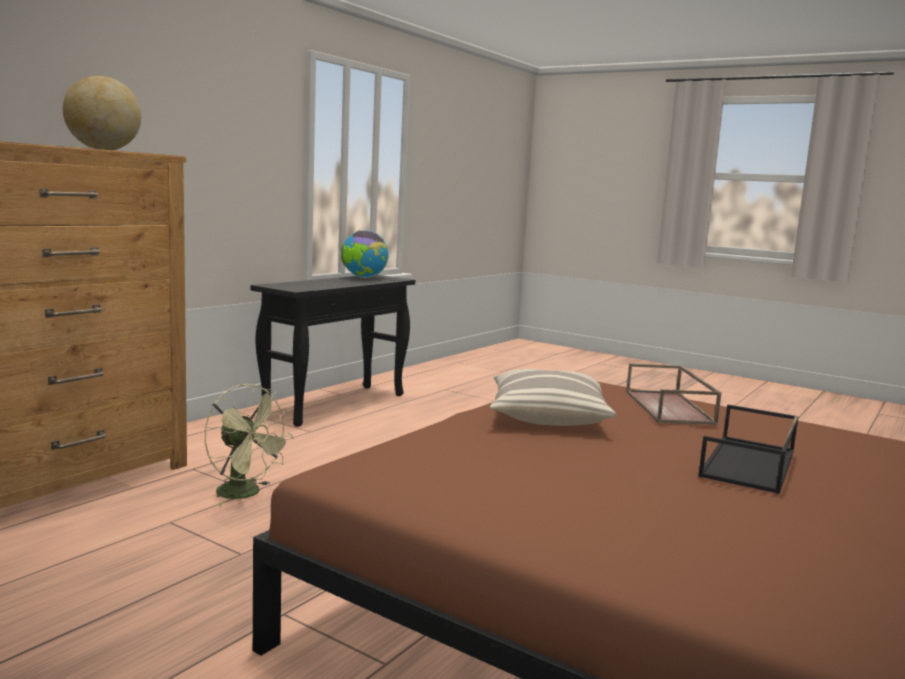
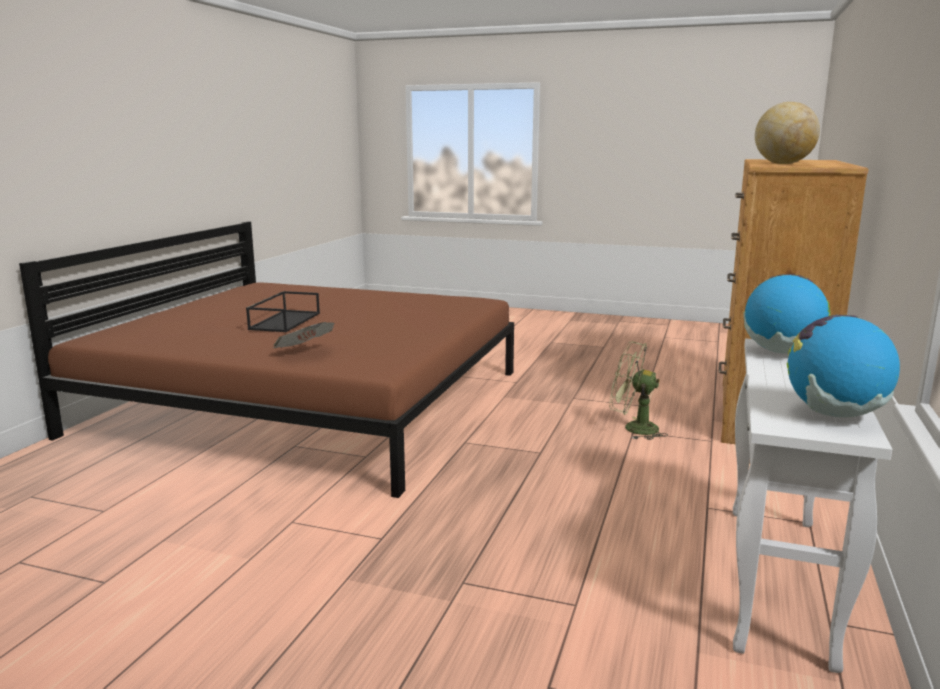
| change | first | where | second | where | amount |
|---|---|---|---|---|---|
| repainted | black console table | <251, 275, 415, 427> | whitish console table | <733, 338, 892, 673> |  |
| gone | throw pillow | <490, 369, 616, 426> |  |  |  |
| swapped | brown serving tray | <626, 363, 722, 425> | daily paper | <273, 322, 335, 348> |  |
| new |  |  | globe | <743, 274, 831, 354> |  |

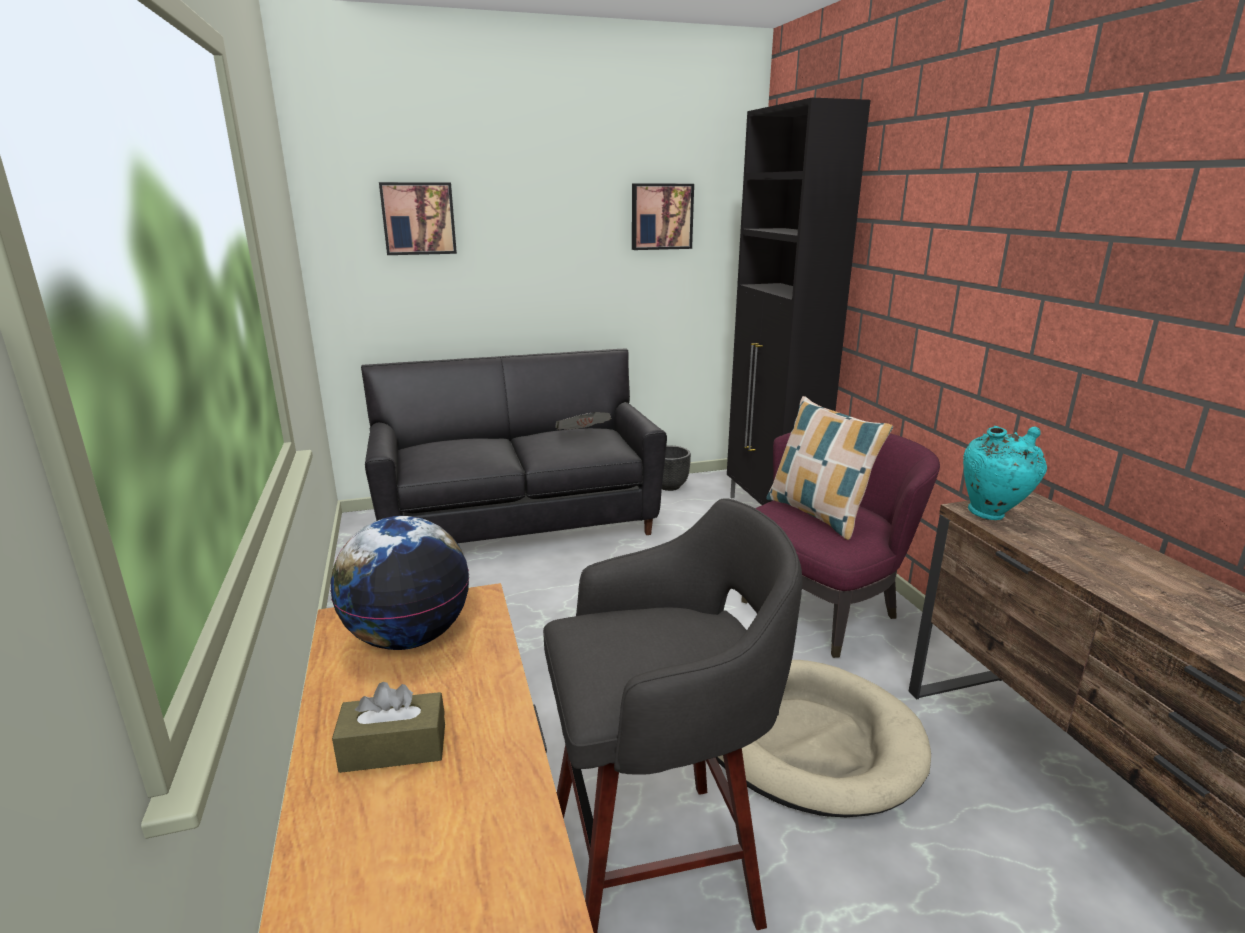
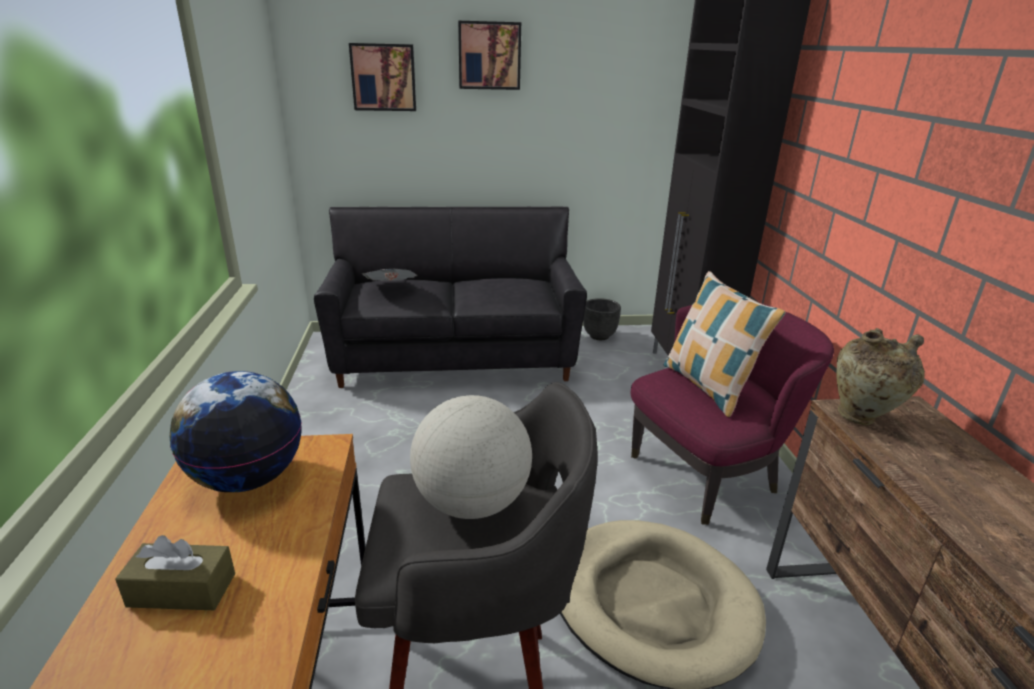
| change | first | where | second | where | amount |
|---|---|---|---|---|---|
| shifted | daily paper | <555, 412, 611, 430> |  | <362, 269, 418, 281> |  |
| shifted | wall art | <632, 184, 694, 250> |  | <458, 21, 521, 90> |  |
| repainted | turquoise decorative vase | <963, 426, 1047, 520> | beige-coloured decorative vase | <836, 328, 925, 425> |  |
| new |  |  | globe | <410, 395, 532, 519> |  |

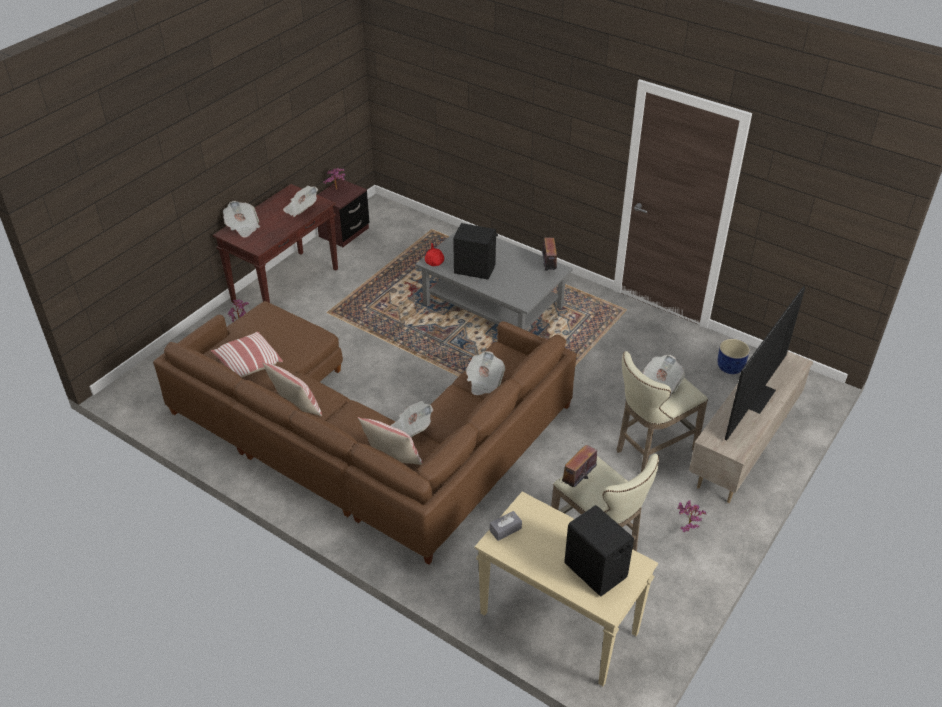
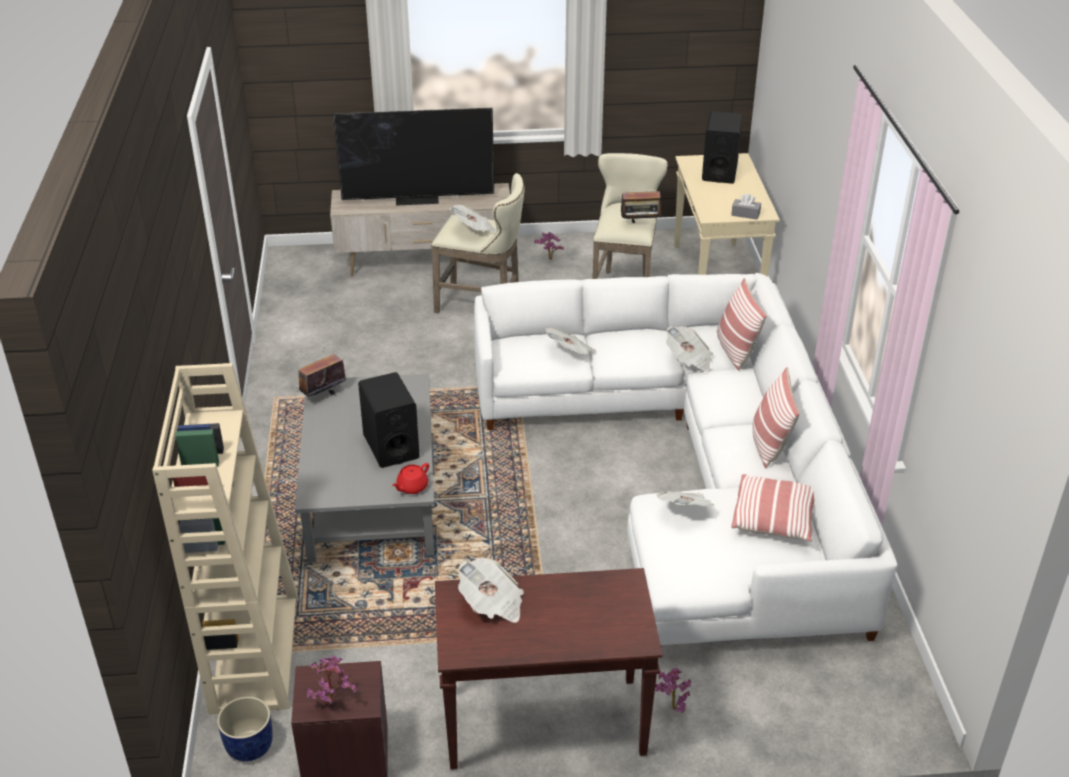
| change | first | where | second | where | amount |
|---|---|---|---|---|---|
| repainted | brown sofa | <153, 301, 577, 565> | whitish sofa | <474, 273, 897, 646> |  |
| shifted | daily paper | <223, 201, 260, 238> |  | <656, 491, 714, 506> |  |
| shifted | blue planter | <718, 339, 750, 374> |  | <217, 697, 273, 762> |  |
| new |  |  | beige-coloured shelving unit | <152, 363, 299, 715> |  |

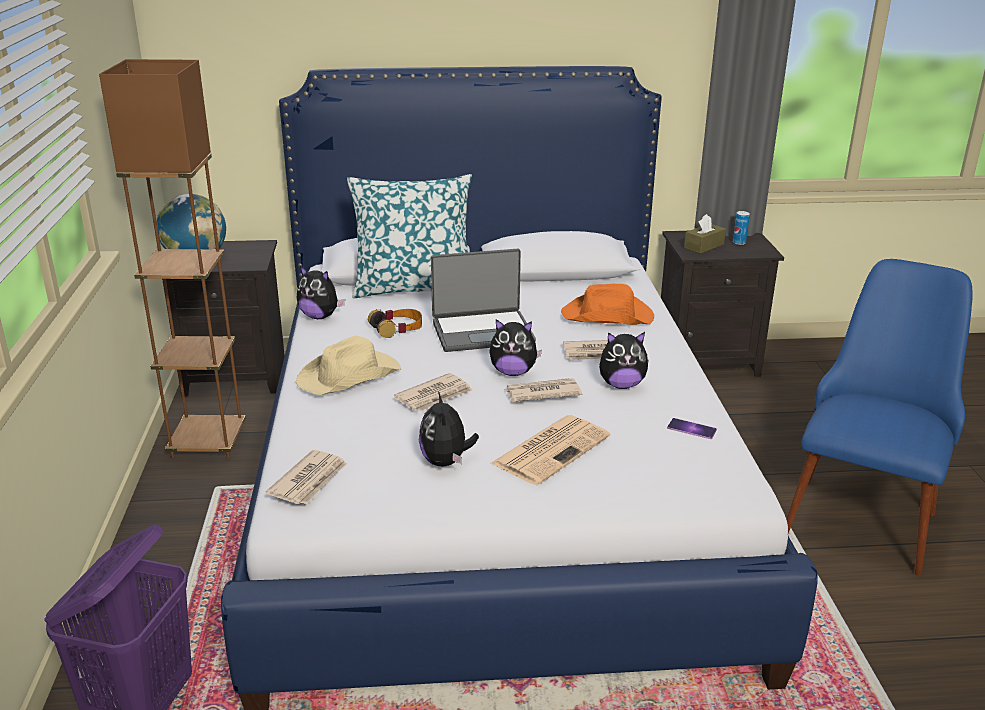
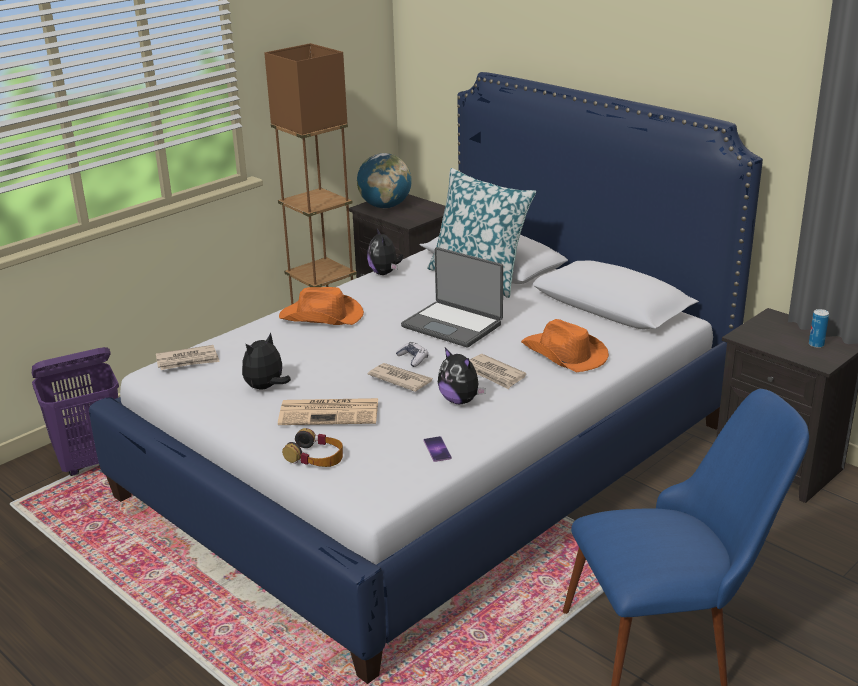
| change | first | where | second | where | amount |
|---|---|---|---|---|---|
| repainted | beige-coloured hat | <296, 336, 401, 395> | orange-coloured hat | <279, 287, 364, 325> |  |
| shifted | headphones | <368, 309, 422, 338> |  | <282, 428, 343, 467> |  |
| gone | daily paper | <394, 373, 472, 412> |  |  |  |
| swapped | soft toy | <489, 319, 542, 376> | game controller | <396, 342, 428, 367> |  |
| gone | brown tissue box | <684, 214, 726, 254> |  |  |  |

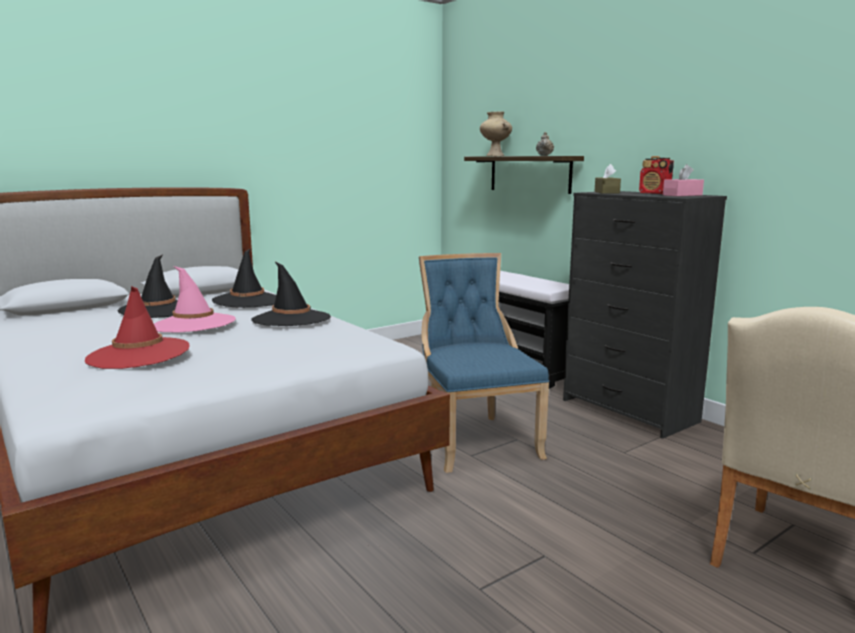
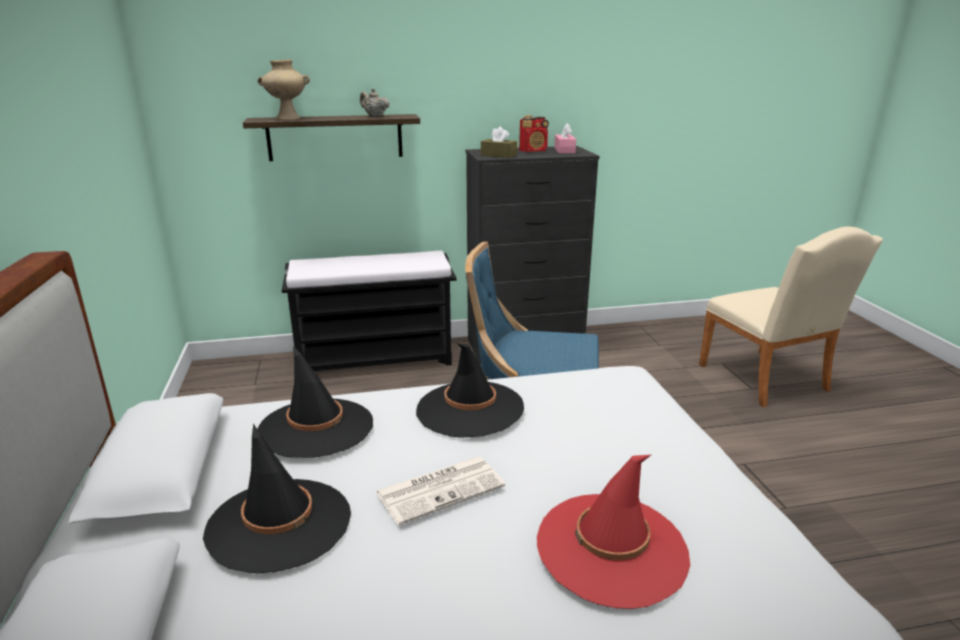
| change | first | where | second | where | amount |
|---|---|---|---|---|---|
| swapped | pink hat | <154, 266, 236, 333> | daily paper | <376, 457, 505, 525> |  |

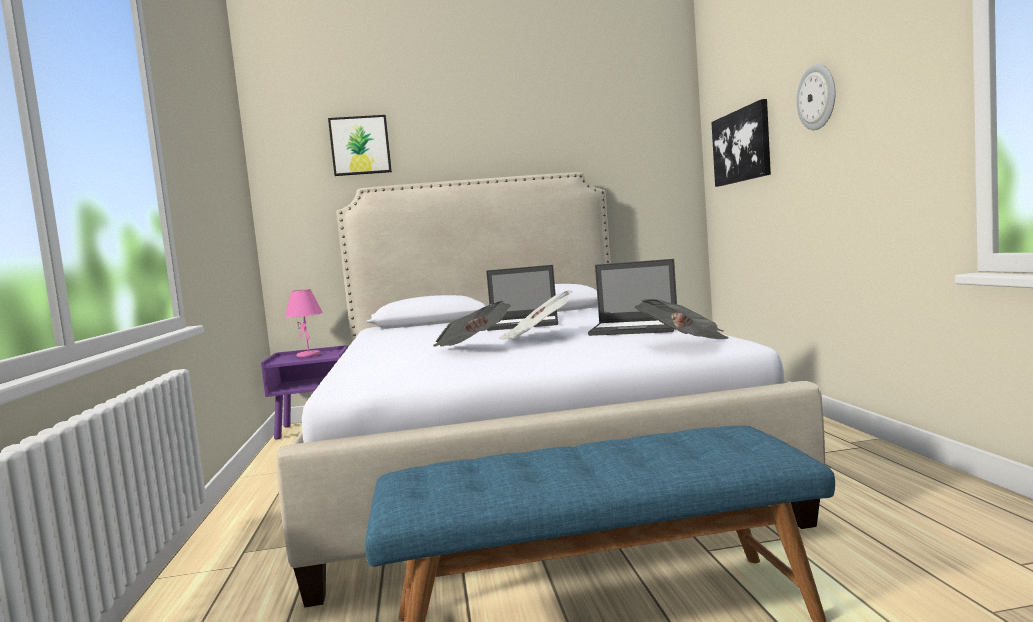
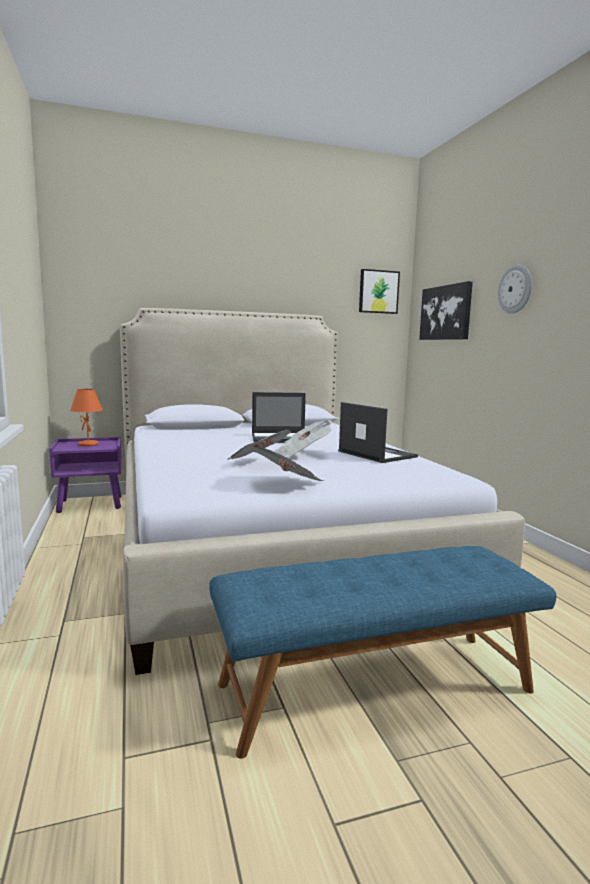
| change | first | where | second | where | amount |
|---|---|---|---|---|---|
| repainted | pink table lamp | <285, 289, 323, 358> | orange-coloured table lamp | <70, 389, 103, 446> |  |
| shifted | wall art | <328, 115, 392, 176> |  | <359, 269, 400, 314> |  |
| rotated | notebook computer | <588, 259, 677, 336> |  | <338, 402, 418, 463> | 135 degrees counterclockwise |
| shifted | daily paper | <635, 299, 729, 339> |  | <251, 447, 323, 481> |  |

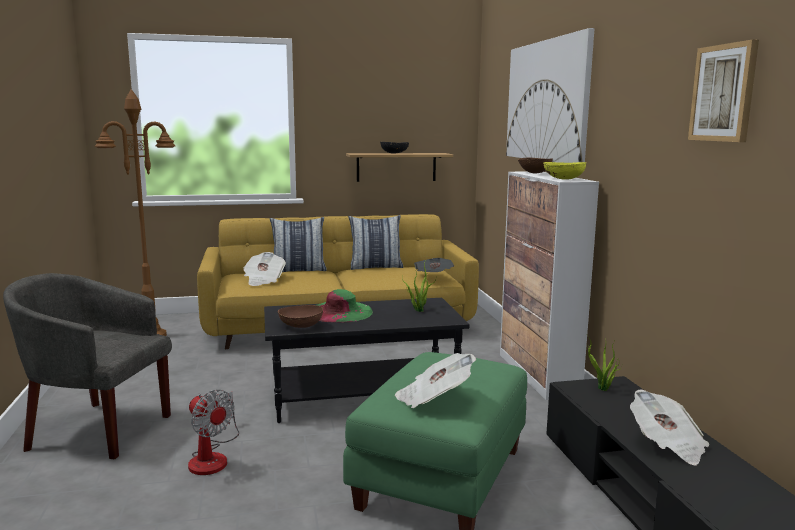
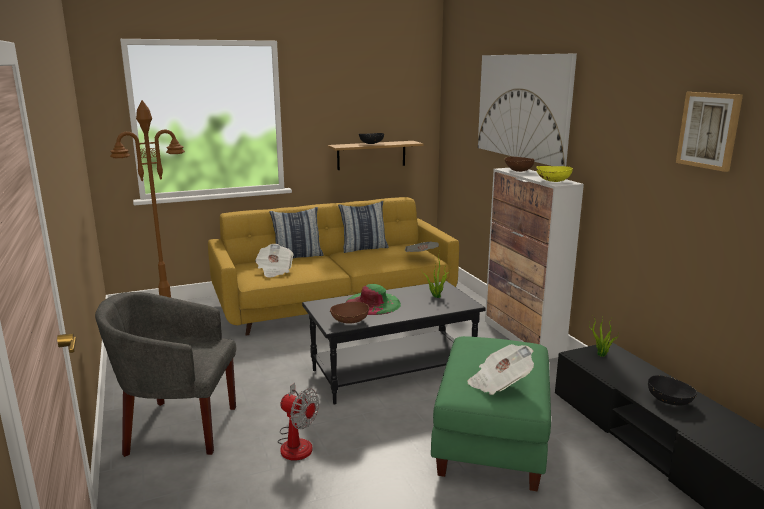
| change | first | where | second | where | amount |
|---|---|---|---|---|---|
| swapped | daily paper | <630, 390, 709, 466> | black deep dish | <648, 375, 697, 406> |  |

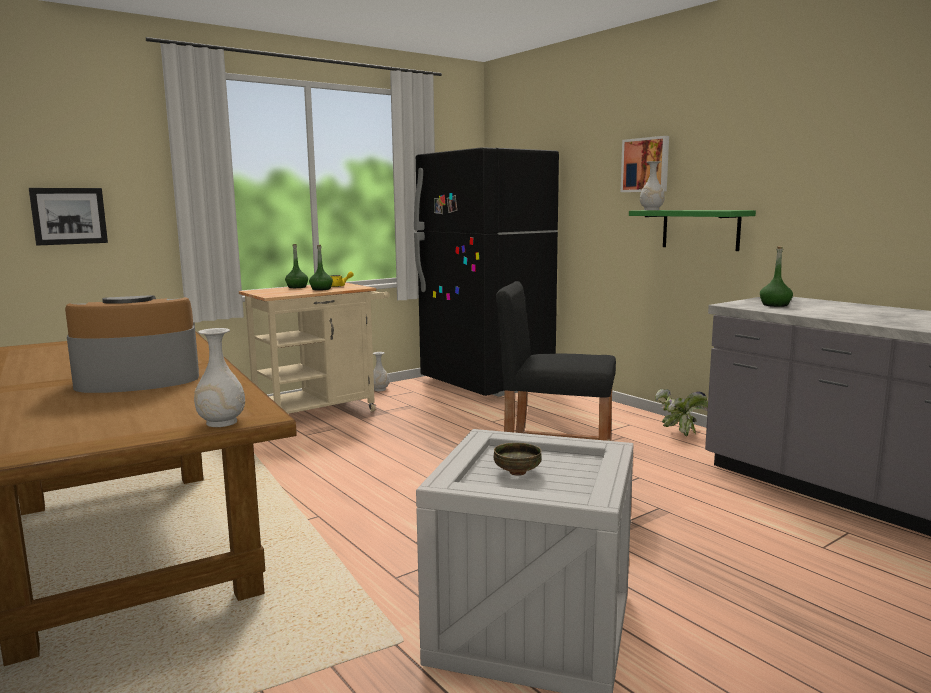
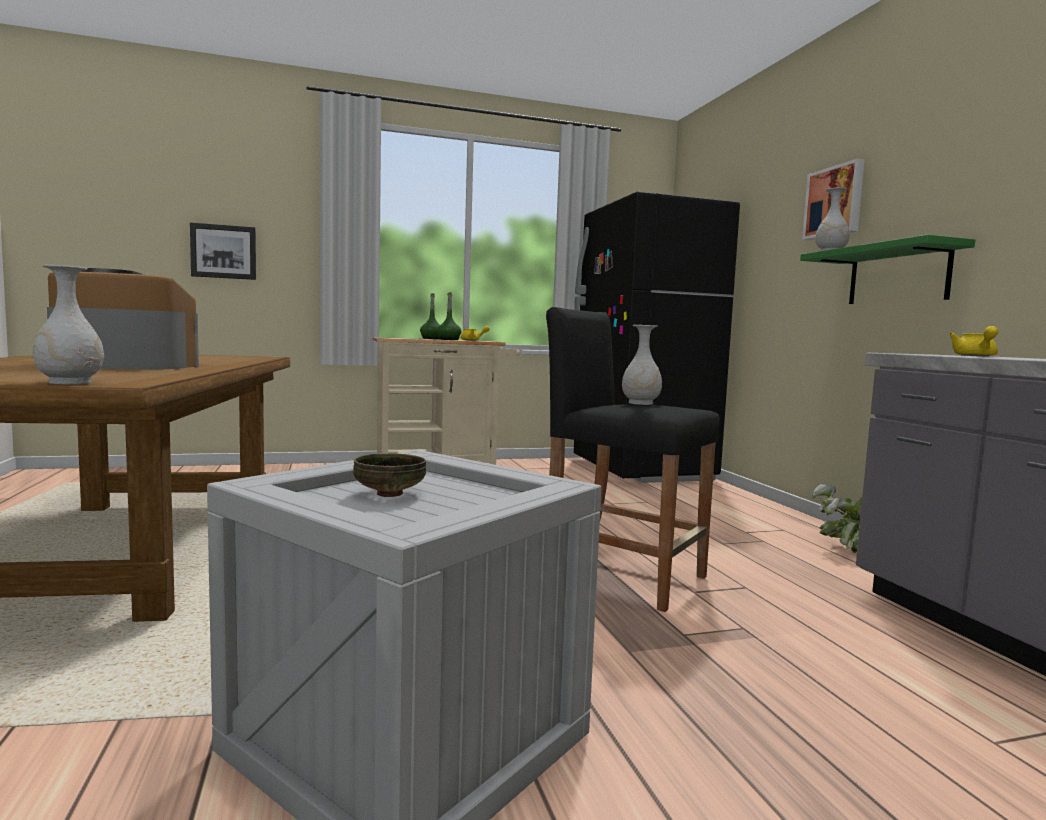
| change | first | where | second | where | amount |
|---|---|---|---|---|---|
| shifted | whitish decorative vase | <373, 352, 389, 391> |  | <622, 325, 662, 405> |  |
| swapped | green beverage bottle | <760, 246, 793, 307> | yellow tea pot | <949, 326, 998, 357> |  |

